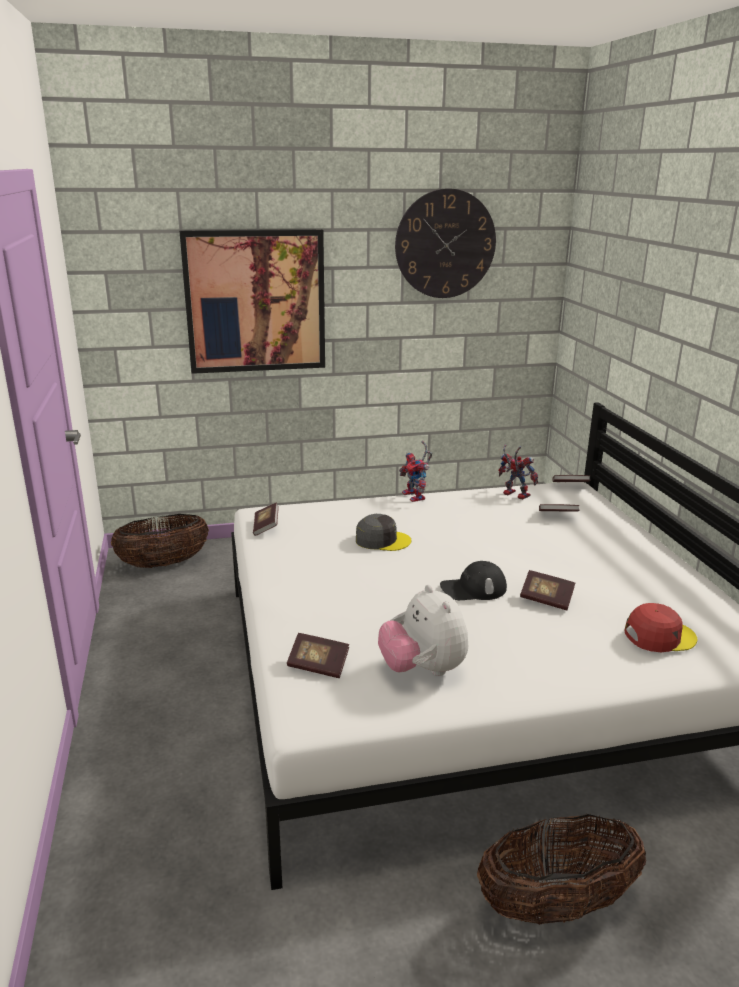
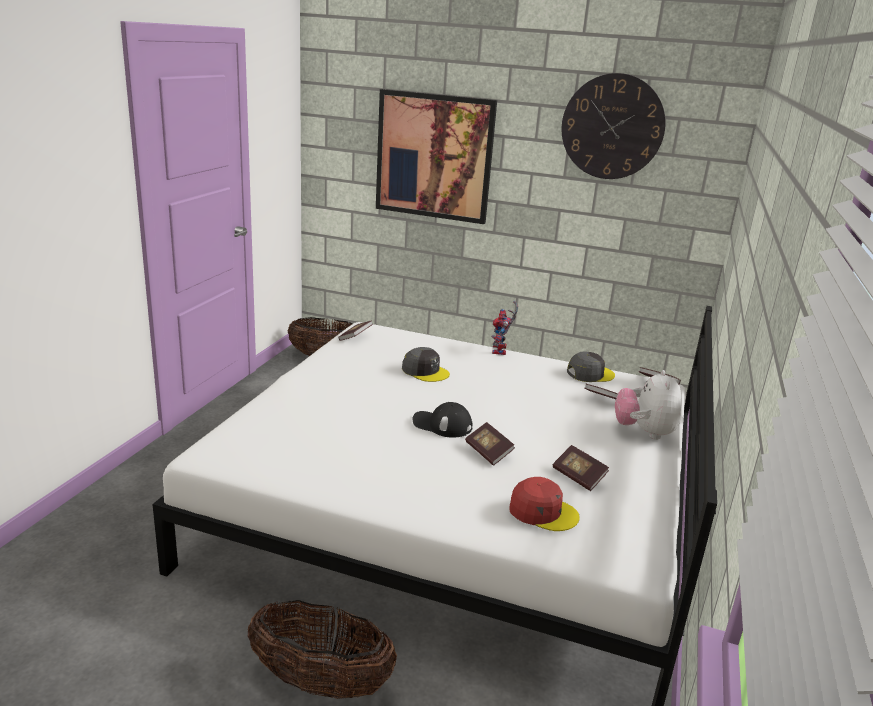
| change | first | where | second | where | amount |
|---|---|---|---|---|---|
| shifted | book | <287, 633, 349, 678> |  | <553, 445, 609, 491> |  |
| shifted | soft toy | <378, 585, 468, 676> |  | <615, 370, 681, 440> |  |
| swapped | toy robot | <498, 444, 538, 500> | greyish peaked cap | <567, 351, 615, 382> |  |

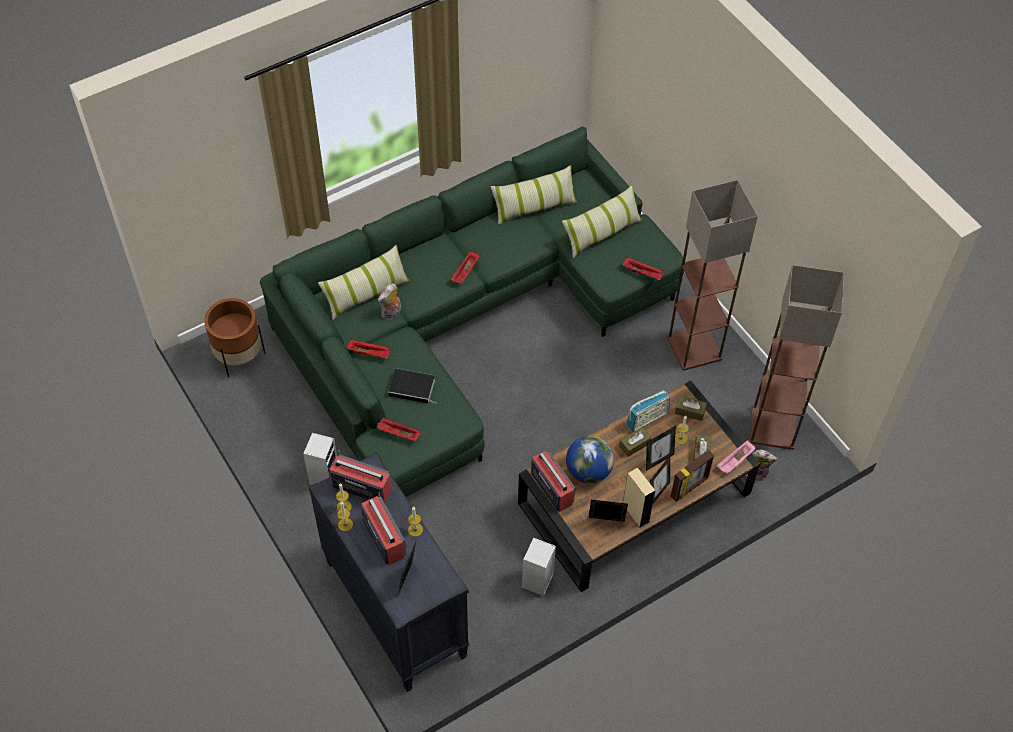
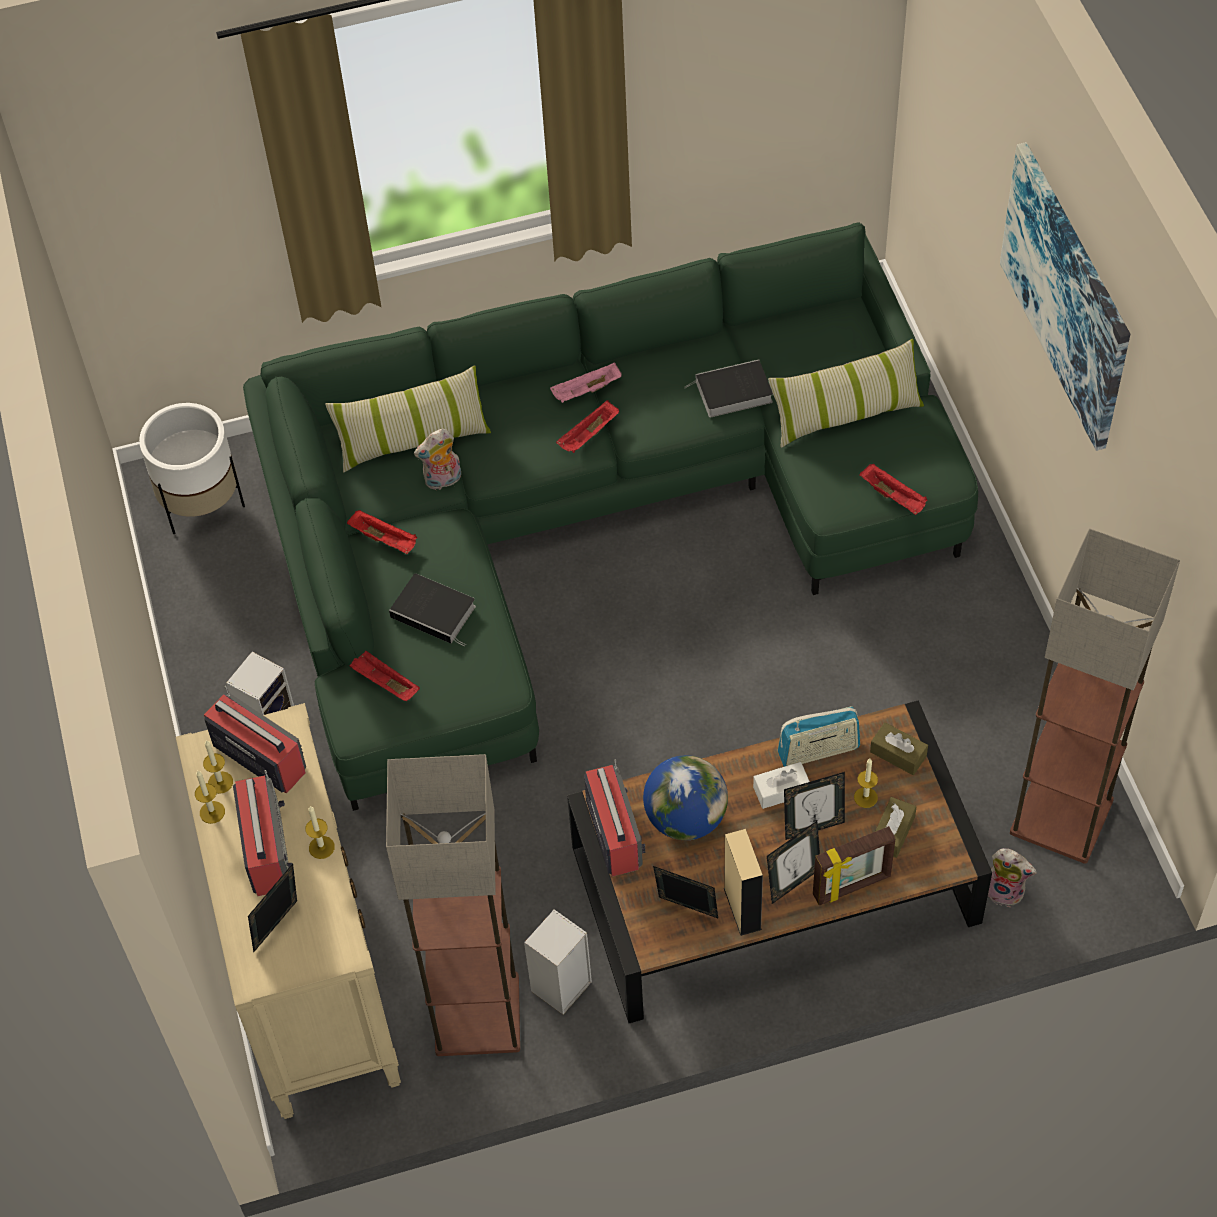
| change | first | where | second | where | amount |
|---|---|---|---|---|---|
| repainted | brown planter | <204, 298, 265, 377> | whitish planter | <139, 403, 245, 534> |  |
| repainted | black chest of drawers | <309, 452, 469, 692> | beige-coloured chest of drawers | <176, 703, 401, 1119> |  |
| gone | throw pillow | <491, 165, 577, 224> |  |  |  |
| repainted | brown tissue box | <619, 427, 652, 457> | whitish tissue box | <753, 762, 810, 809> |  |
| shifted | standard lamp | <667, 180, 758, 371> |  | <386, 754, 520, 1056> |  |
| shifted | pink serving tray | <717, 440, 756, 474> |  | <550, 362, 622, 403> |  |
| new |  |  | book | <684, 359, 773, 417> |  |
| new |  |  | wall art | <1000, 142, 1130, 451> |  |

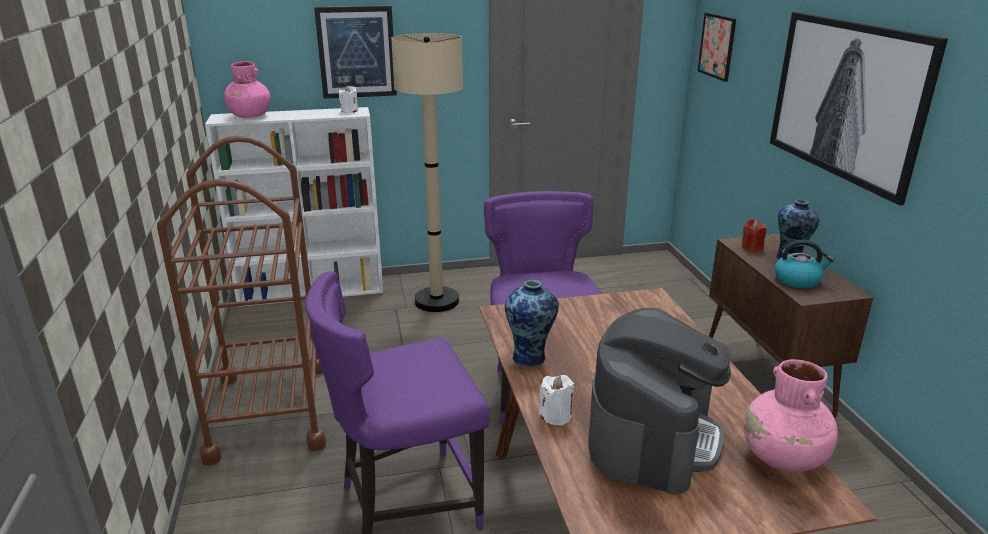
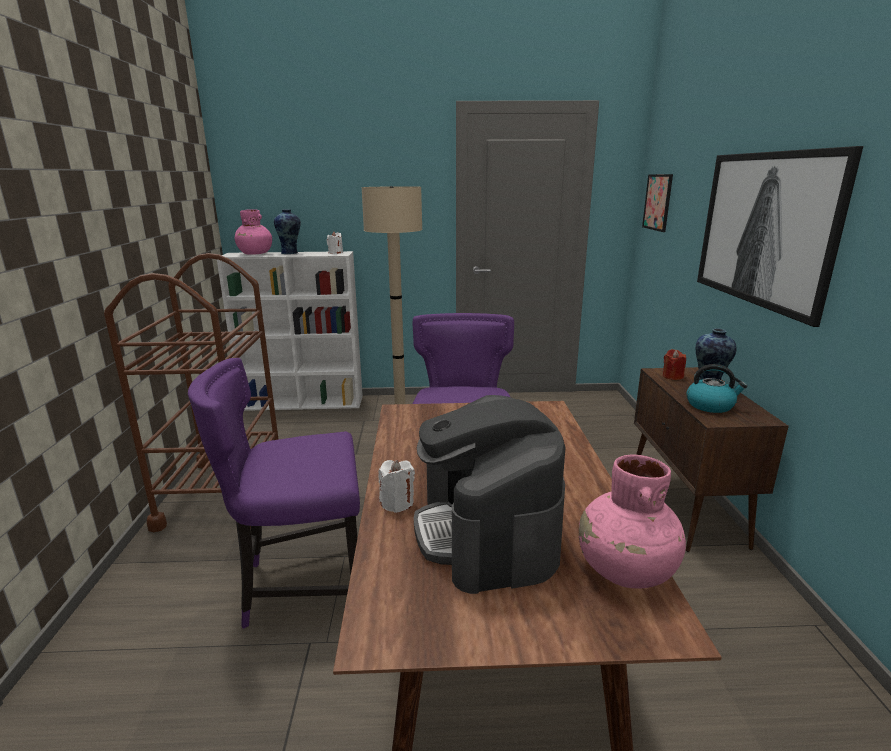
| change | first | where | second | where | amount |
|---|---|---|---|---|---|
| gone | wall art | <314, 6, 397, 99> |  |  |  |
| shifted | decorative vase | <505, 280, 559, 367> |  | <274, 209, 301, 254> |  |
| rotated | coffee machine | <589, 308, 731, 495> |  | <414, 395, 566, 594> | 135 degrees clockwise |

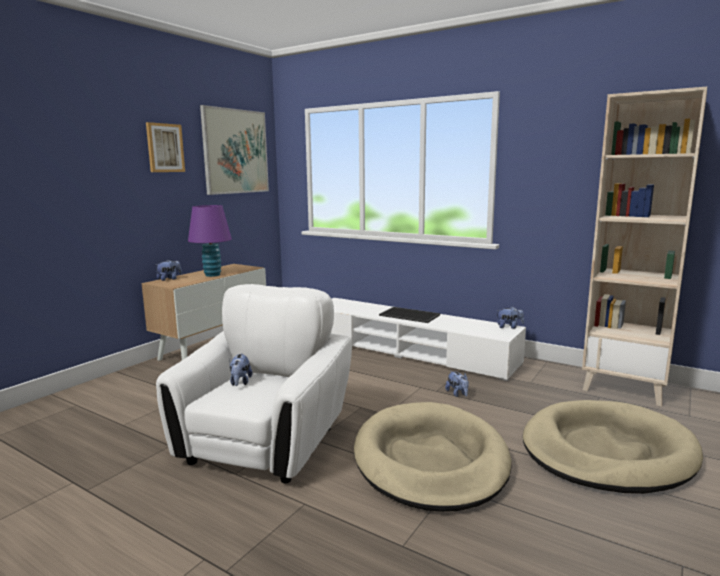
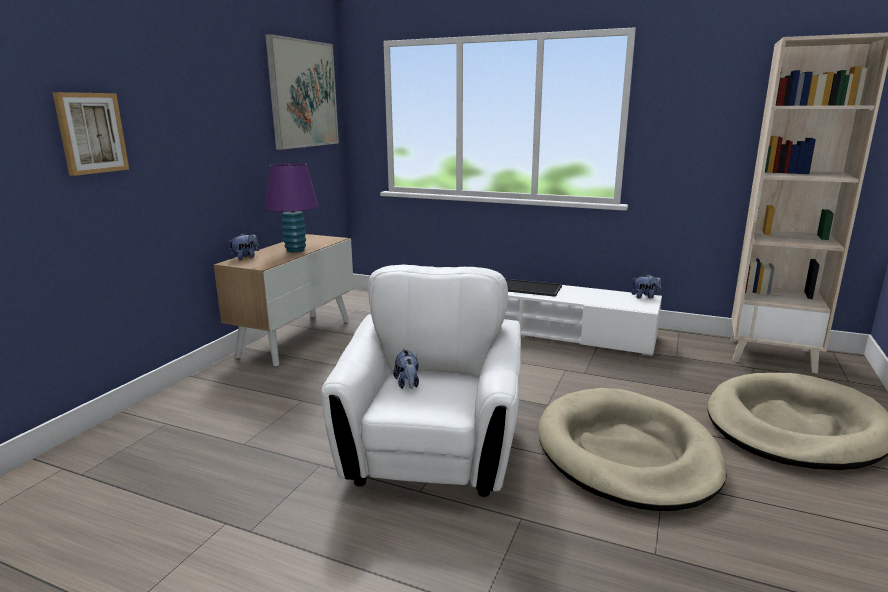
| change | first | where | second | where | amount |
|---|---|---|---|---|---|
| shifted | wall art | <146, 122, 185, 172> |  | <52, 92, 129, 176> |  |
| gone | soft toy | <445, 371, 469, 397> |  |  |  |

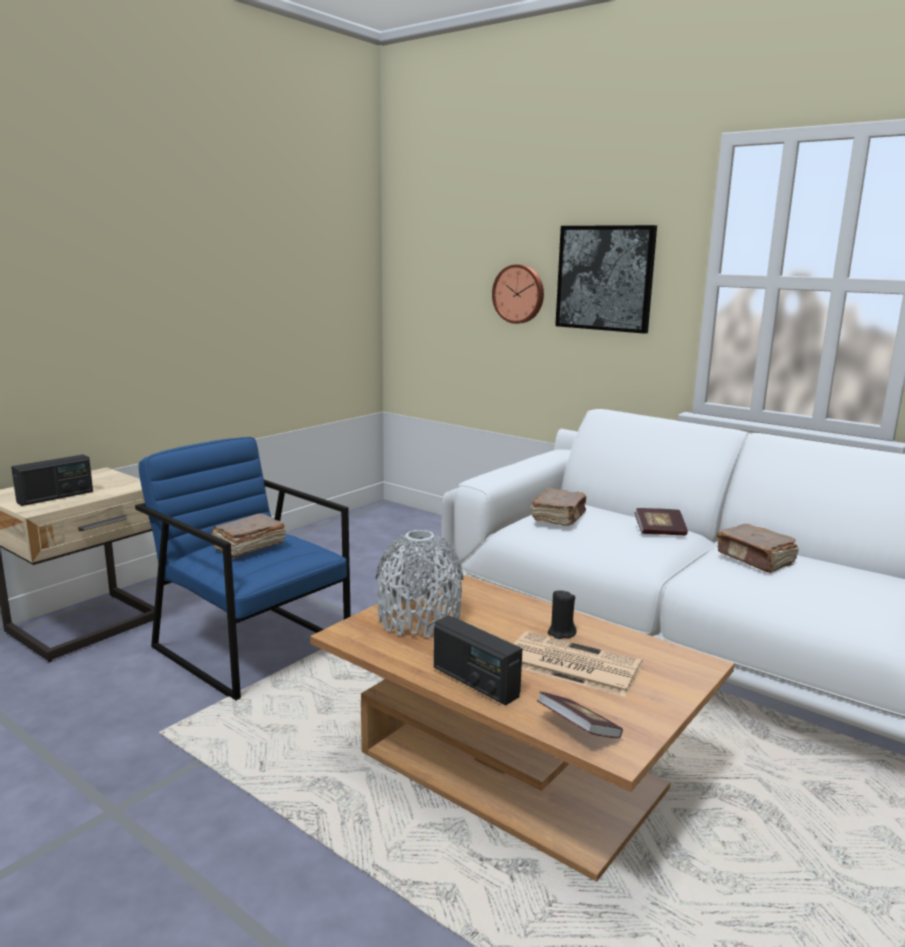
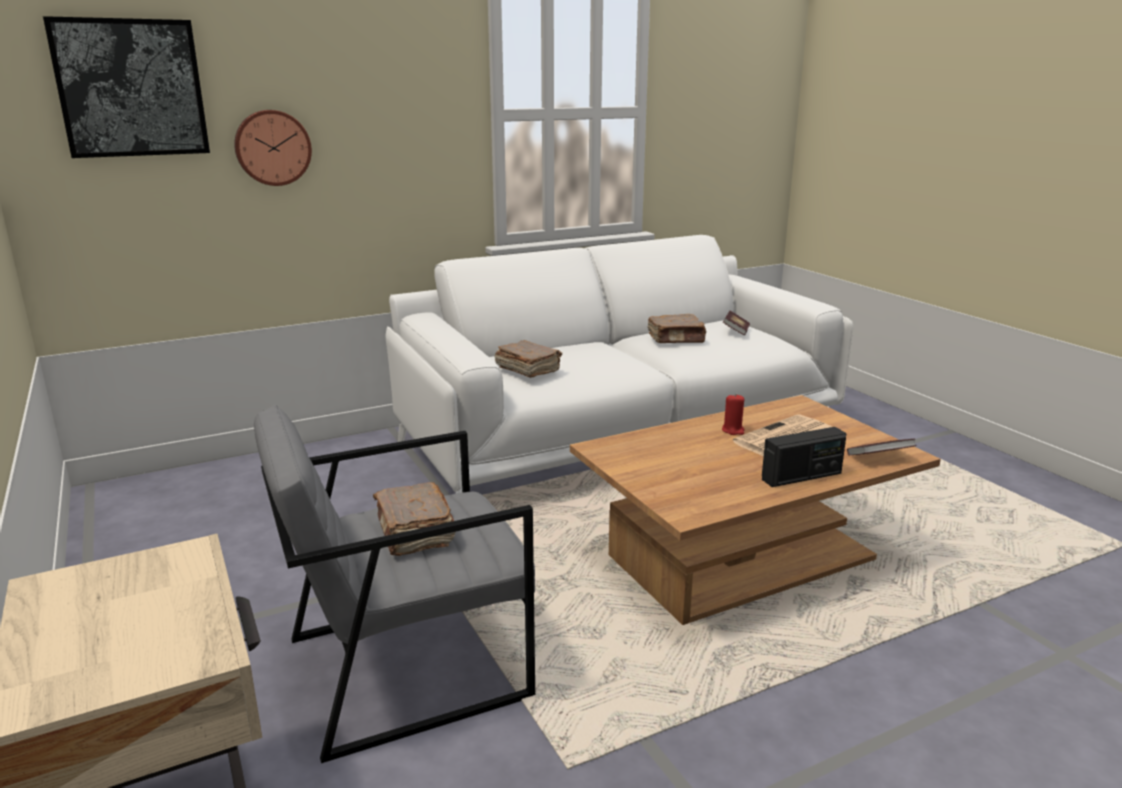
| change | first | where | second | where | amount |
|---|---|---|---|---|---|
| gone | radio | <11, 454, 93, 506> |  |  |  |
| repainted | blue easy chair | <135, 437, 351, 700> | greyish easy chair | <254, 405, 535, 763> |  |
| gone | greyish decorative vase | <375, 530, 464, 637> |  |  |  |
| repainted | black candle | <548, 590, 577, 639> | reddish candle | <722, 395, 744, 435> |  |
| shifted | wall art | <555, 225, 657, 334> |  | <43, 16, 210, 158> |  |
| shifted | book | <634, 508, 688, 536> |  | <723, 311, 750, 335> |  |

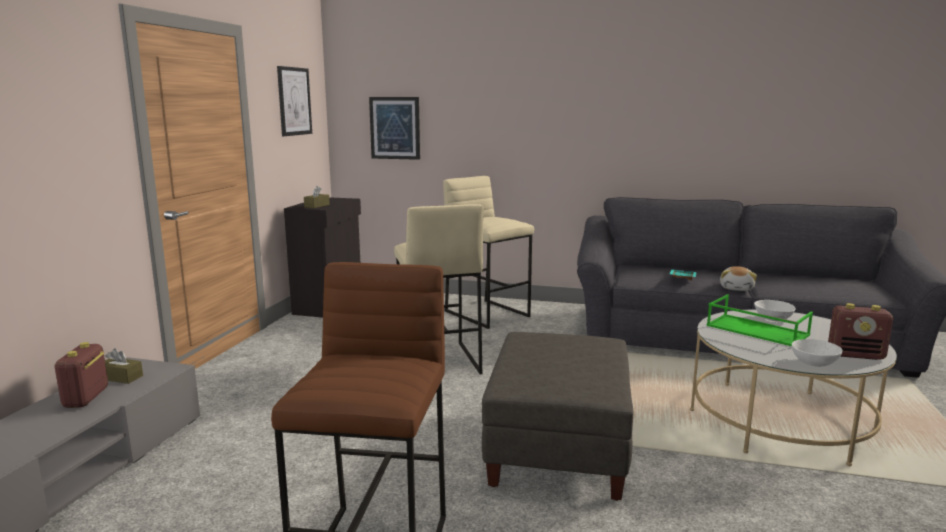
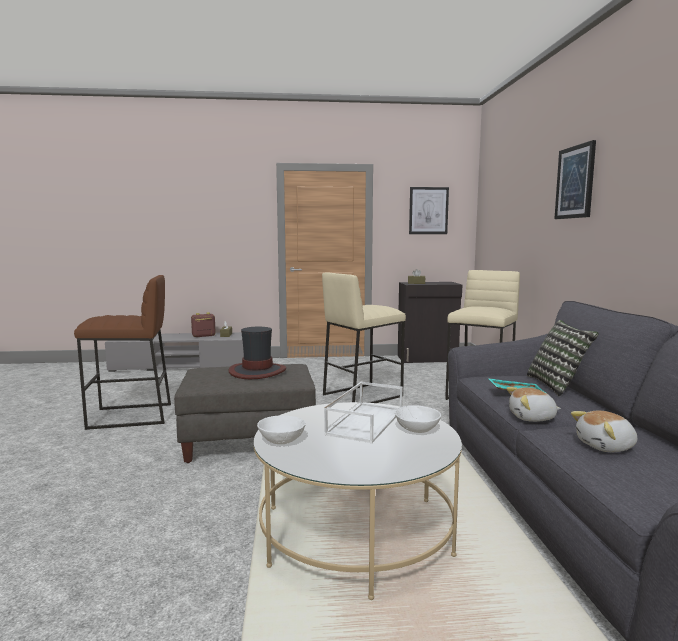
| change | first | where | second | where | amount |
|---|---|---|---|---|---|
| shifted | wall art | <369, 97, 420, 160> |  | <554, 140, 596, 219> |  |
| repainted | green serving tray | <706, 294, 813, 346> | whitish serving tray | <324, 382, 403, 443> |  |
| gone | radio | <828, 303, 893, 360> |  |  |  |
| new |  |  | hat | <229, 327, 286, 379> |  |
| new |  |  | throw pillow | <527, 320, 599, 397> |  |
| new |  |  | soft toy | <571, 411, 637, 452> |  |

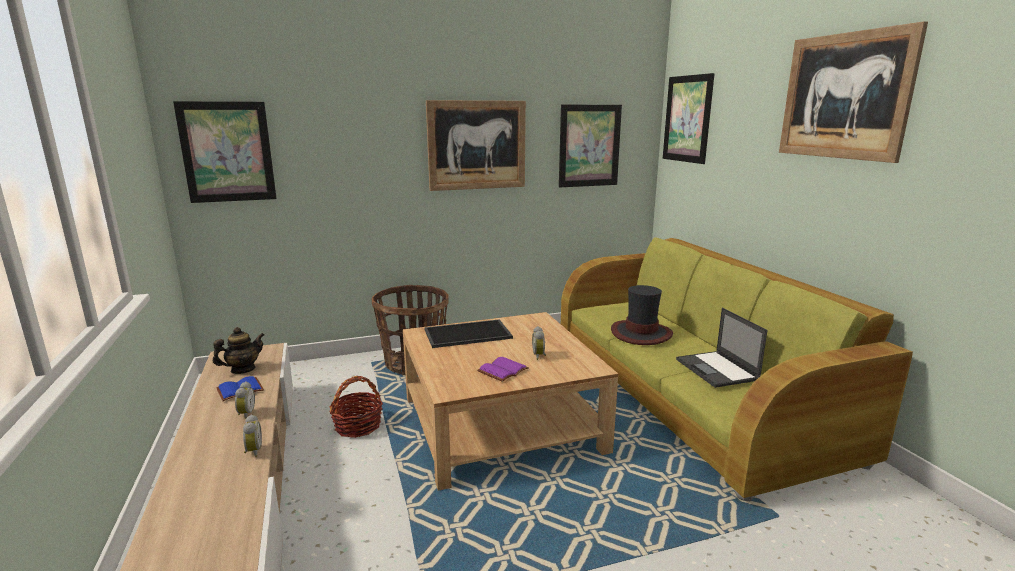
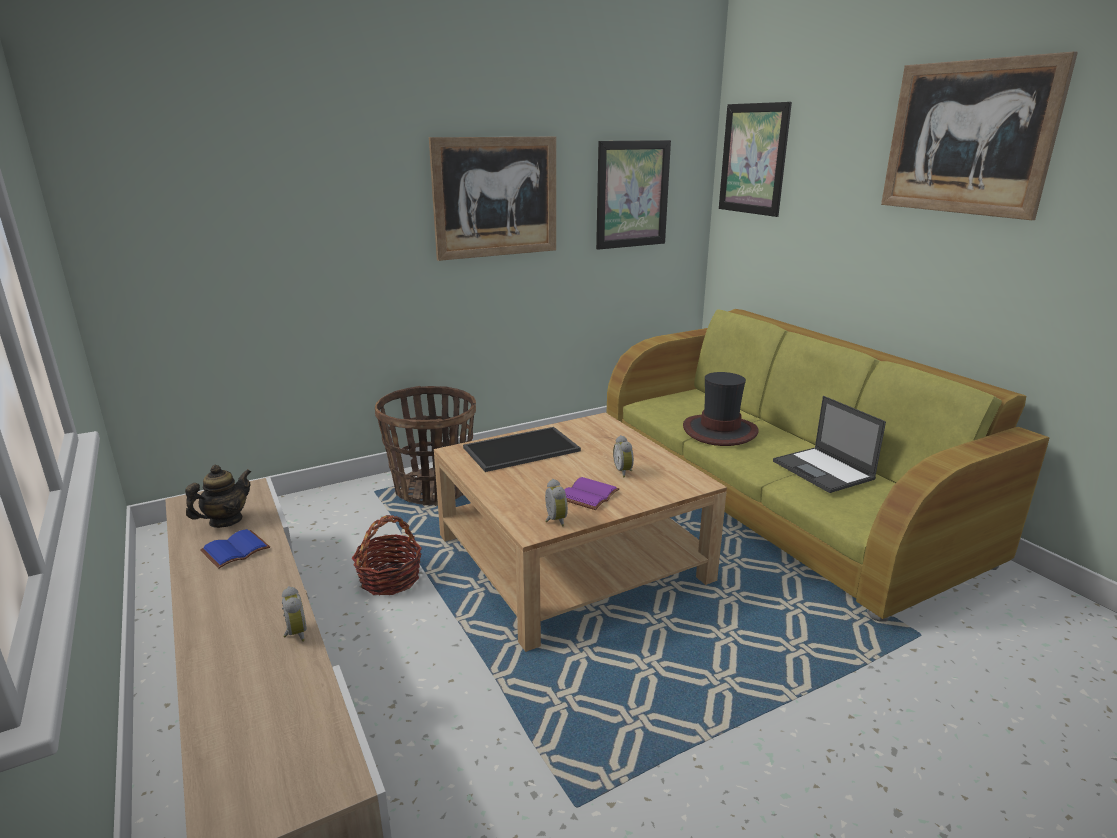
| change | first | where | second | where | amount |
|---|---|---|---|---|---|
| gone | wall art | <173, 101, 277, 203> |  |  |  |
| shifted | bedside clock | <235, 381, 255, 419> |  | <545, 479, 568, 527> |  |

